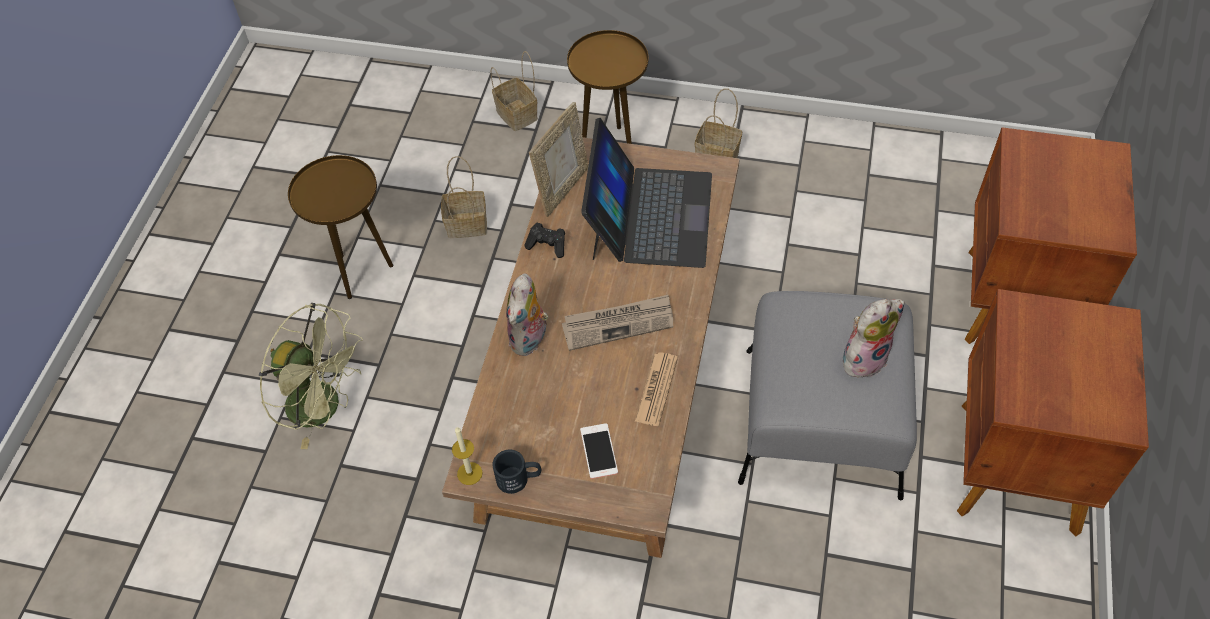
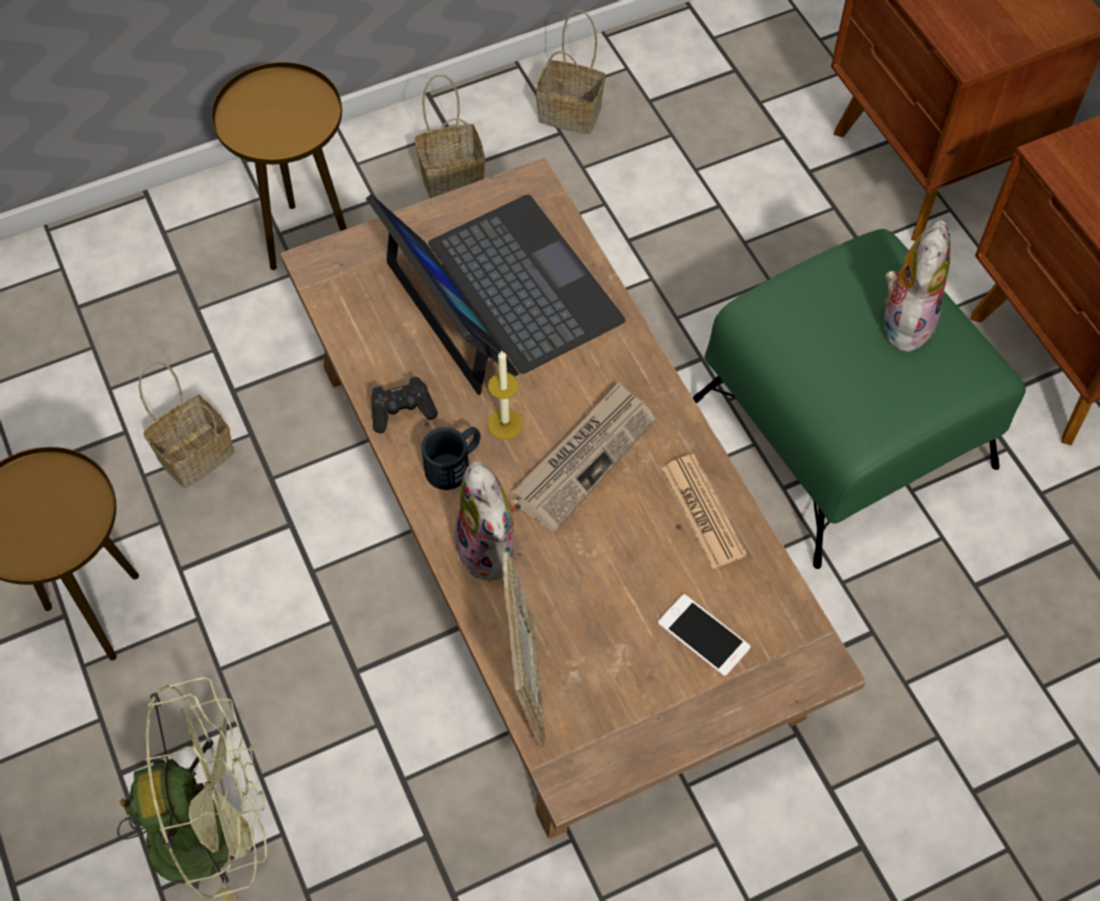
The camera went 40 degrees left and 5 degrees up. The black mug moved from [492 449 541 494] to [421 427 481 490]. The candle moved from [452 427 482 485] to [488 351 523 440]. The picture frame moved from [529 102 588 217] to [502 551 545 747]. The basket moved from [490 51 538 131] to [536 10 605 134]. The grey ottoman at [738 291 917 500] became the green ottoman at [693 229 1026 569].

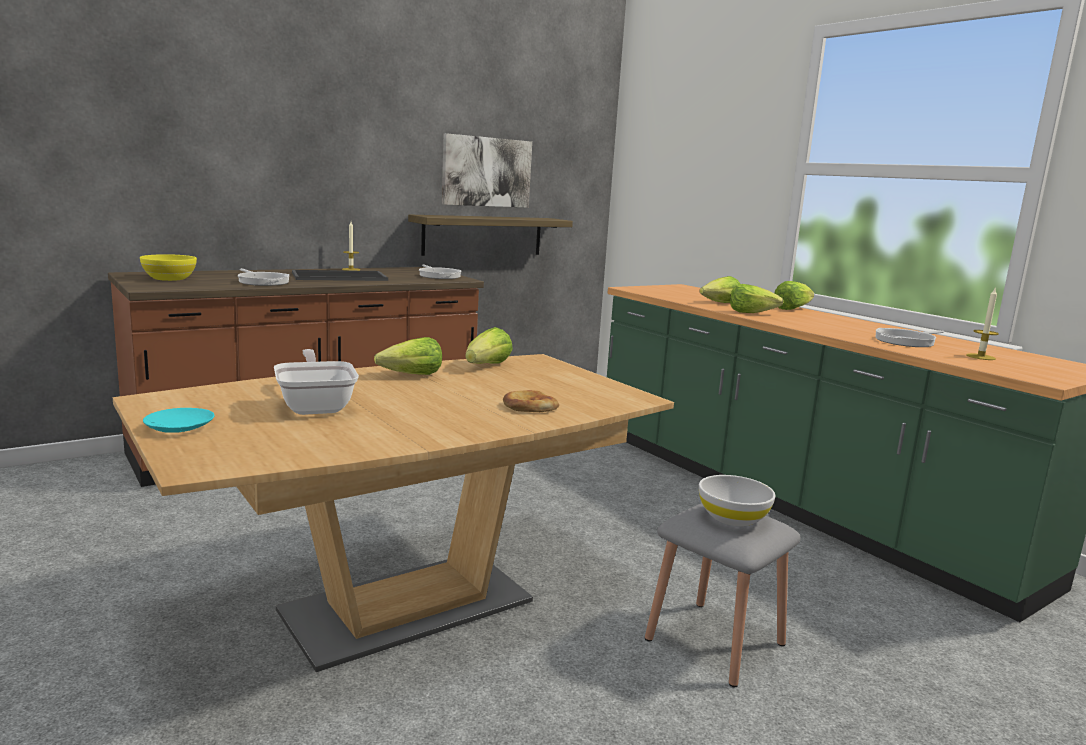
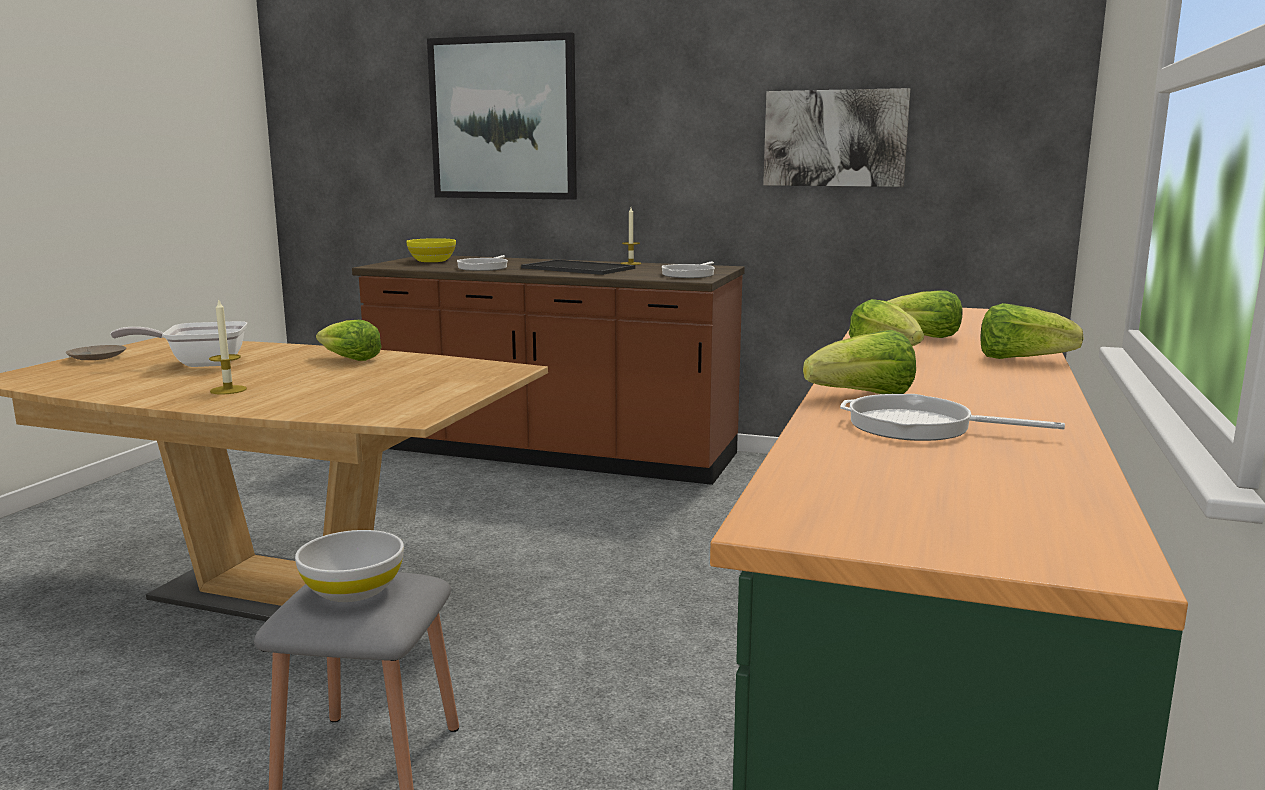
The camera went 55 degrees right and 0 degrees up. The turquoise plate at [143 408 215 433] became the beige plate at [66 345 126 360]. The frying pan at [274 349 359 415] turned 135 degrees counterclockwise. The candle moved from [966 289 999 360] to [209 298 247 394]. The picture at [427 32 577 200] appeared. The lettuce moved from [465 327 513 364] to [803 330 916 394]. The shelf at [408 214 573 256] disappeared. The bread at [503 390 559 412] disappeared.

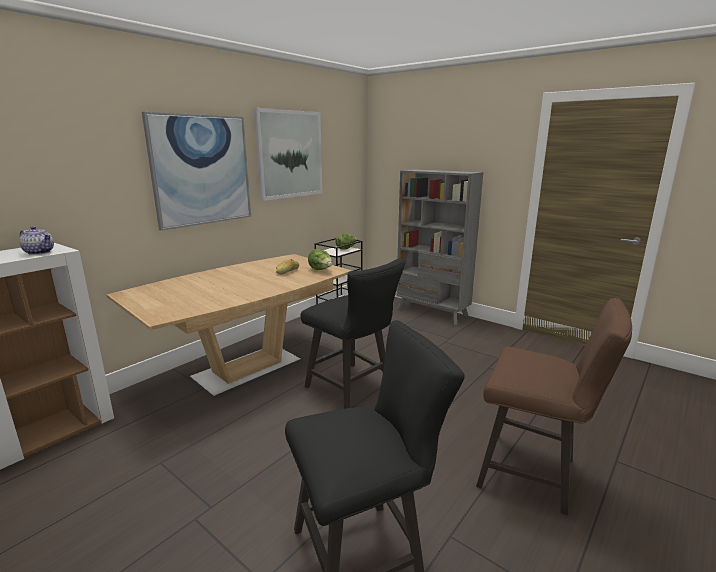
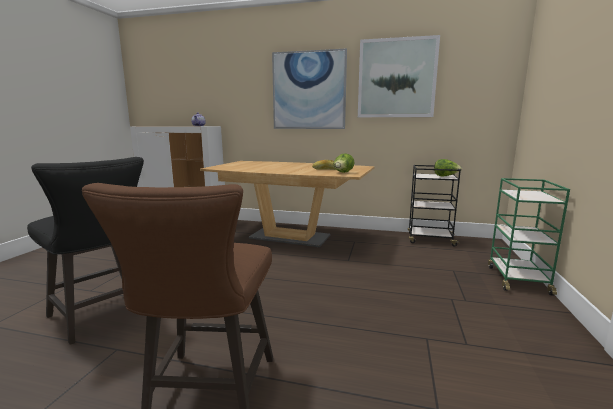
The camera went 65 degrees right and 5 degrees down. The grey bookcase at [396 169 483 325] was replaced by the green cart at [488 178 570 296]. The black stool at [301 258 406 409] disappeared.

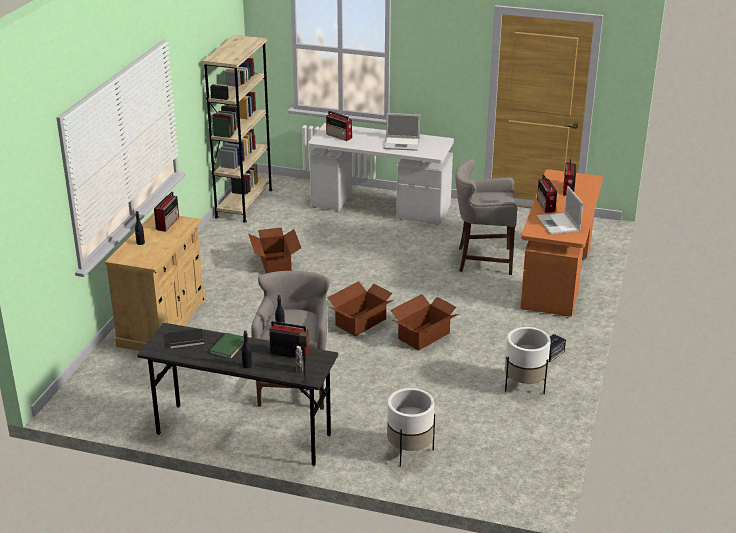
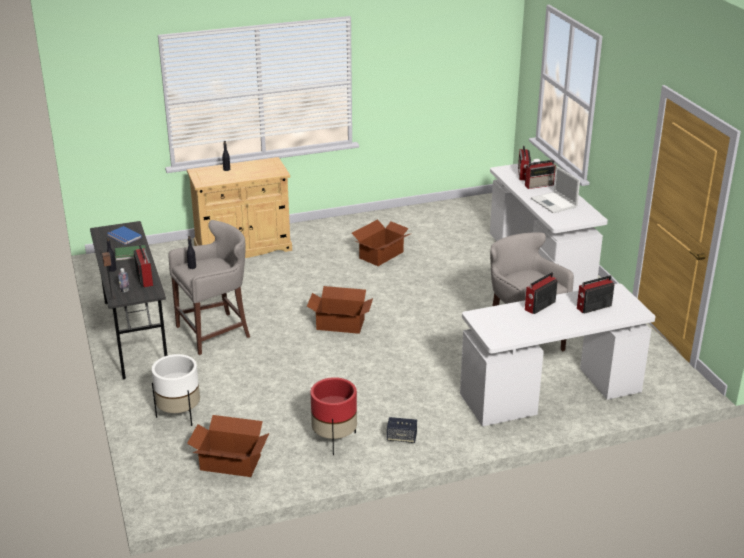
The camera went 55 degrees right and 0 degrees up. The black book at [168 329 205 349] became the blue book at [107 226 142 245]. The cardboard box moved from [391 294 459 351] to [187 415 269 477]. The white planter at [505 327 551 394] became the red planter at [311 377 357 456]. The orange desk at [520 169 603 317] became the white desk at [460 283 655 427]. The radio moved from [154 192 179 232] to [525 160 556 189]. The beige bookcase at [202 35 273 223] disappeared. The laptop at [537 186 583 235] disappeared.

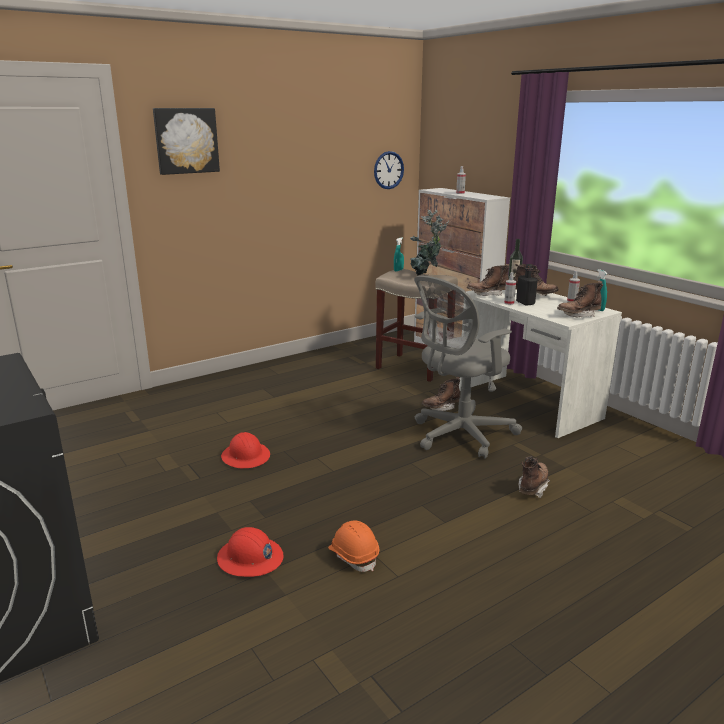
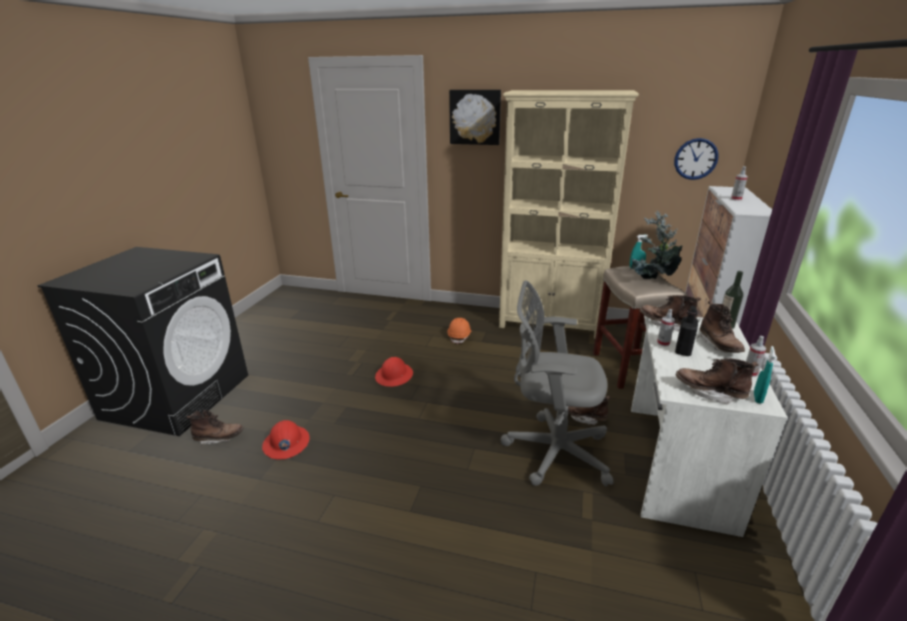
The camera went 50 degrees right and 5 degrees up. The brown boot moved from [519 456 550 498] to [186 410 244 446]. The orange hard hat moved from [328 520 379 572] to [447 318 472 345]. The beige bookcase at [499 90 639 339] appeared.

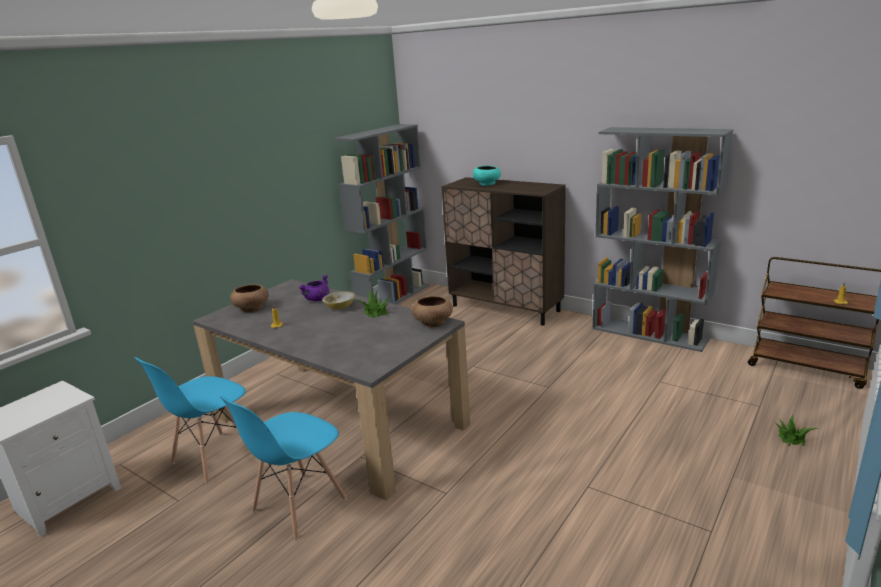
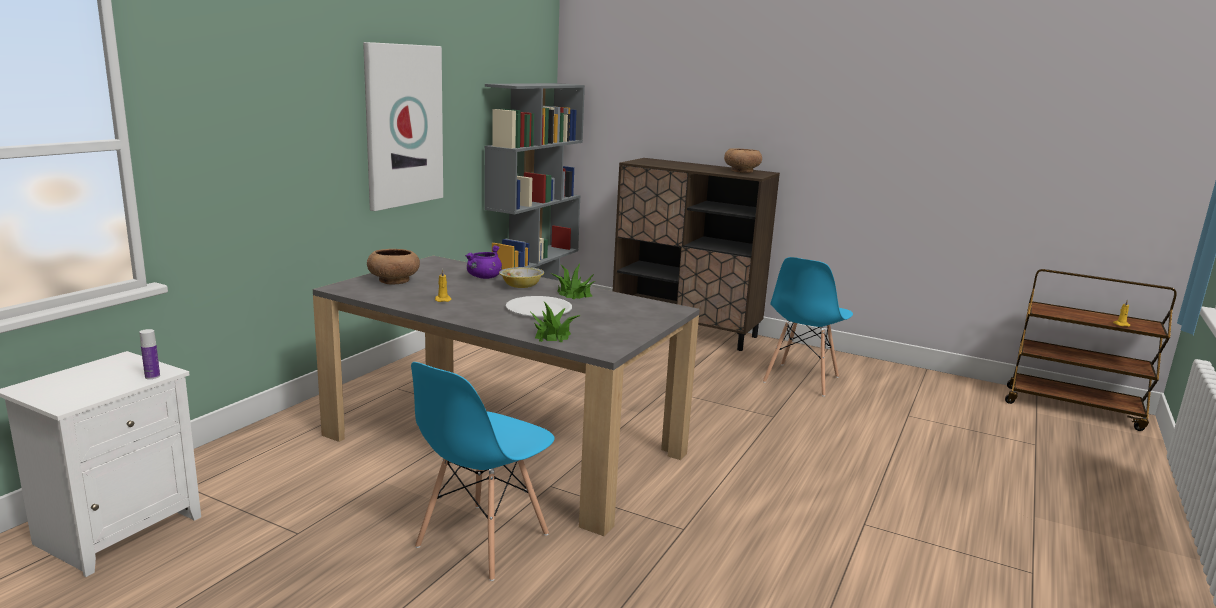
The camera went 10 degrees left and 5 degrees down. The bottle at [139 329 160 379] appeared. The picture at [363 42 443 211] appeared. The white plate at [506 296 572 317] appeared. The potted plant moved from [776 415 818 446] to [529 302 581 342]. The brown bowl moved from [412 296 453 327] to [724 148 762 173]. The blue chair moved from [134 357 246 484] to [763 257 853 397]. The turquoise bowl at [473 165 501 186] disappeared. The grey bookcase at [592 127 733 352] disappeared.

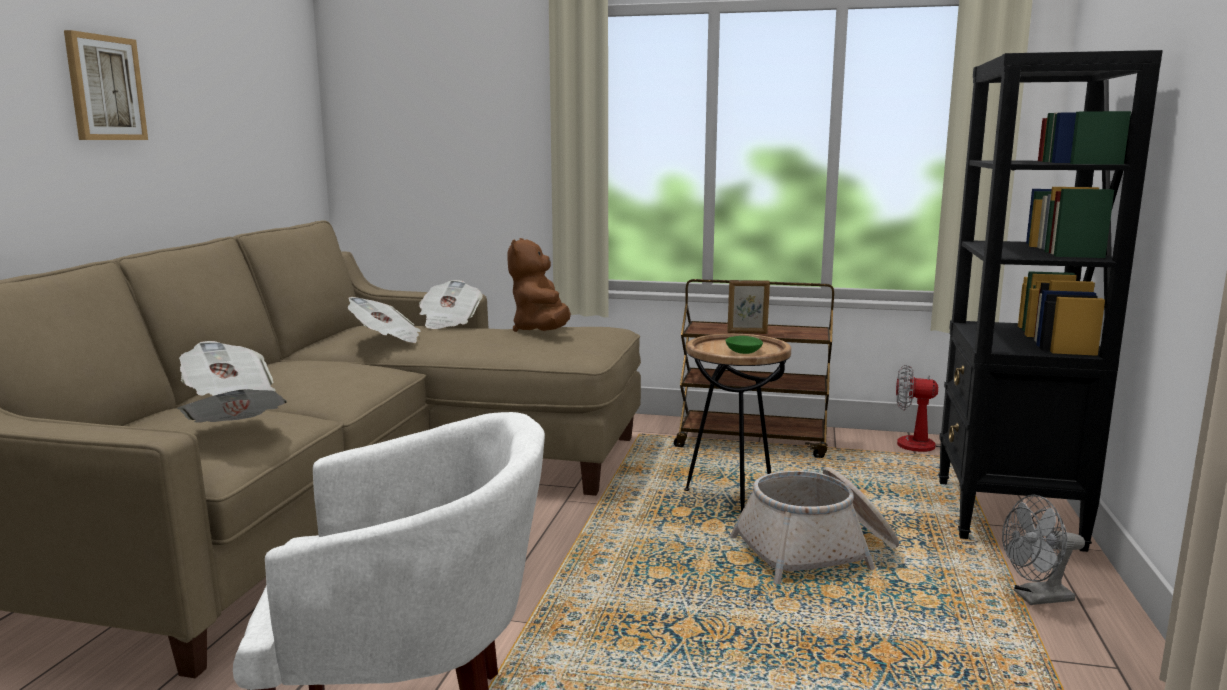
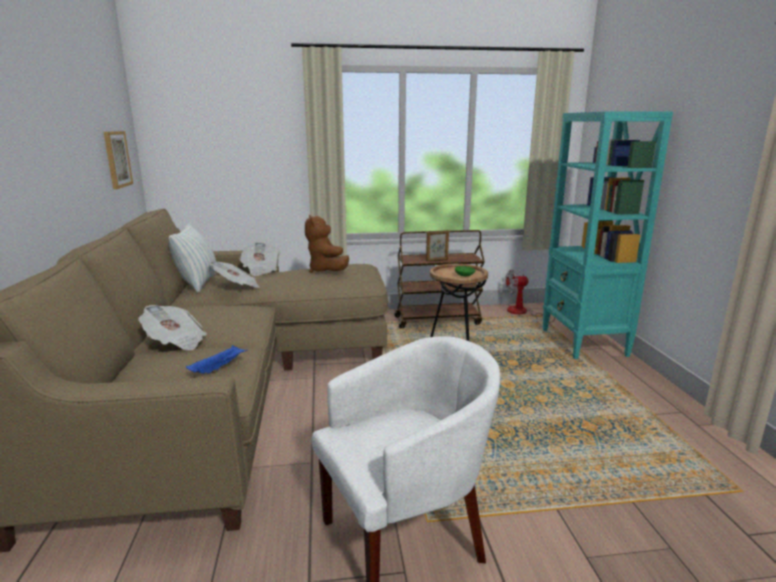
The camera went 20 degrees left and 5 degrees up. The picture moved from [64 30 148 140] to [104 131 133 189]. The pillow at [169 223 216 293] appeared. The newspaper at [177 389 287 423] was replaced by the blue tray at [186 345 247 374]. The black bookcase at [938 50 1163 552] became the turquoise bookcase at [542 111 673 359]. The basket at [730 467 899 585] disappeared. The grey fan at [1002 495 1085 605] disappeared.

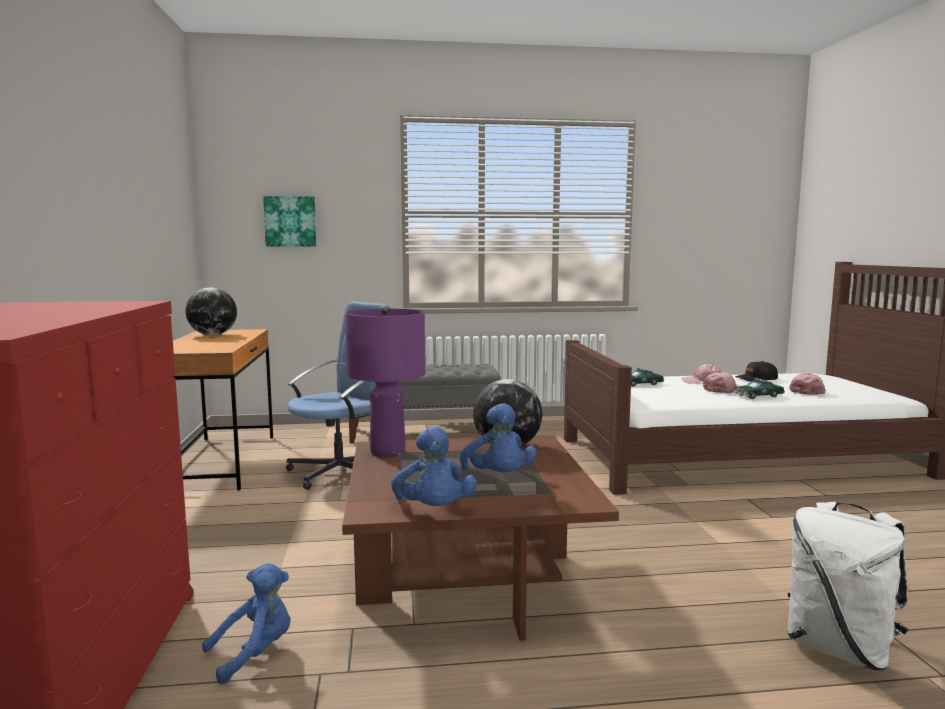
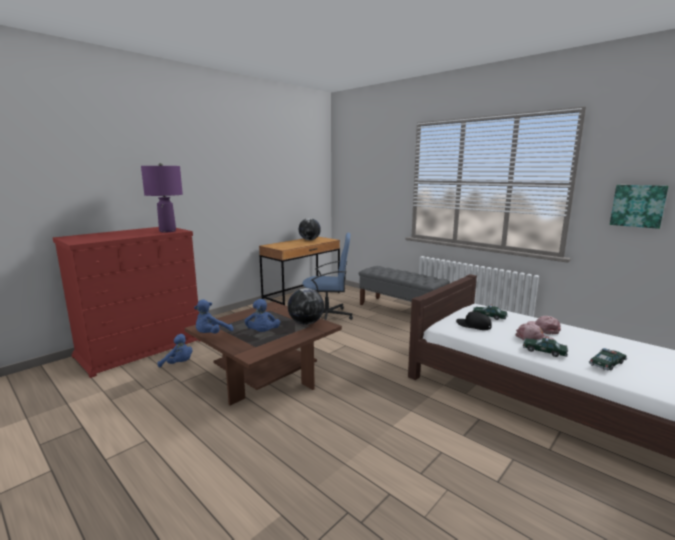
The camera went 50 degrees right and 5 degrees up. The purple table lamp moved from [345 306 425 457] to [141 163 183 232]. The blue plush toy at [460 403 537 473] turned 45 degrees counterclockwise. The black cap moved from [735 361 778 382] to [456 312 492 330]. The pink cap at [789 373 826 395] was replaced by the toy car at [589 348 627 370]. The picture moved from [263 196 316 247] to [610 185 669 229]. The white backpack at [787 502 909 670] disappeared.

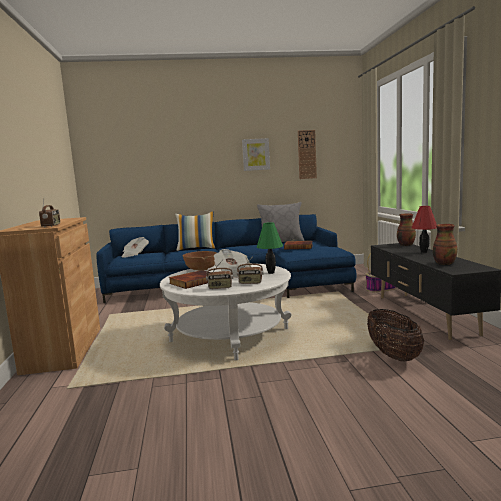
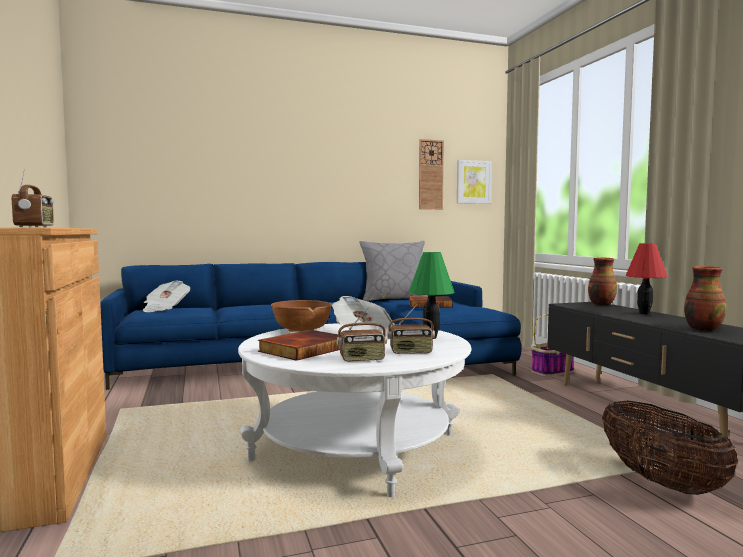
The camera went 10 degrees left and 5 degrees down. The picture moved from [242 138 270 171] to [457 160 492 204]. The pillow at [175 211 215 251] disappeared.

